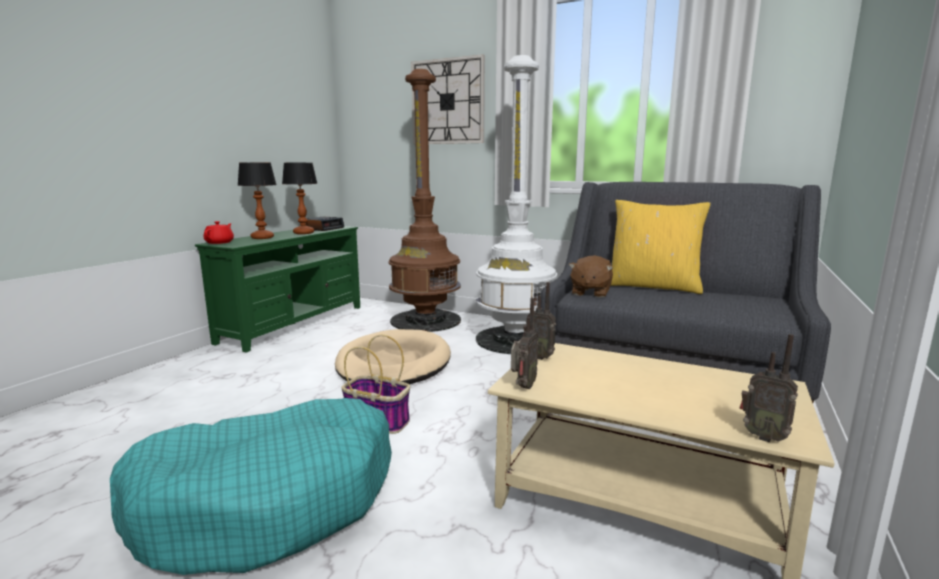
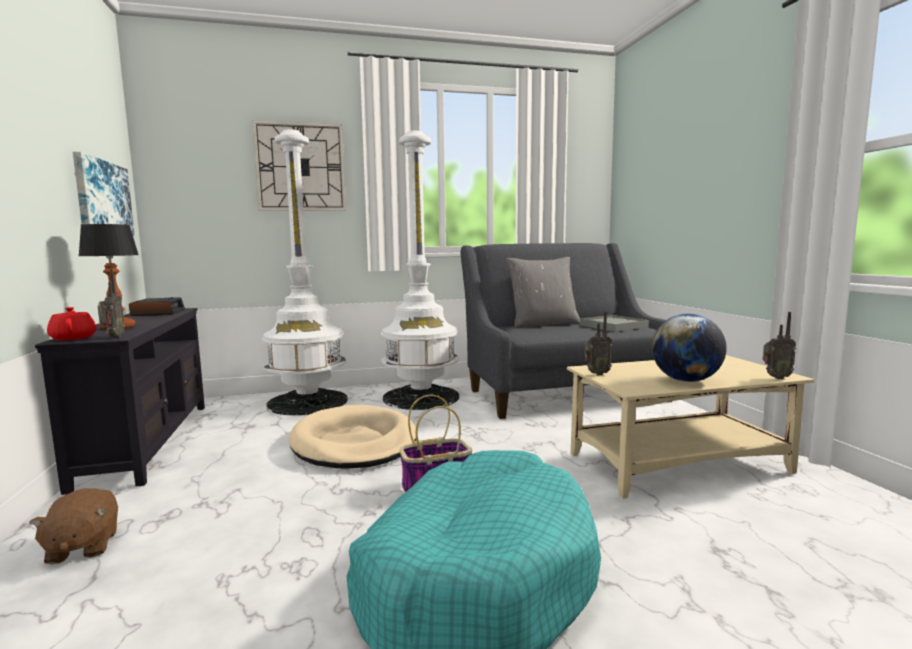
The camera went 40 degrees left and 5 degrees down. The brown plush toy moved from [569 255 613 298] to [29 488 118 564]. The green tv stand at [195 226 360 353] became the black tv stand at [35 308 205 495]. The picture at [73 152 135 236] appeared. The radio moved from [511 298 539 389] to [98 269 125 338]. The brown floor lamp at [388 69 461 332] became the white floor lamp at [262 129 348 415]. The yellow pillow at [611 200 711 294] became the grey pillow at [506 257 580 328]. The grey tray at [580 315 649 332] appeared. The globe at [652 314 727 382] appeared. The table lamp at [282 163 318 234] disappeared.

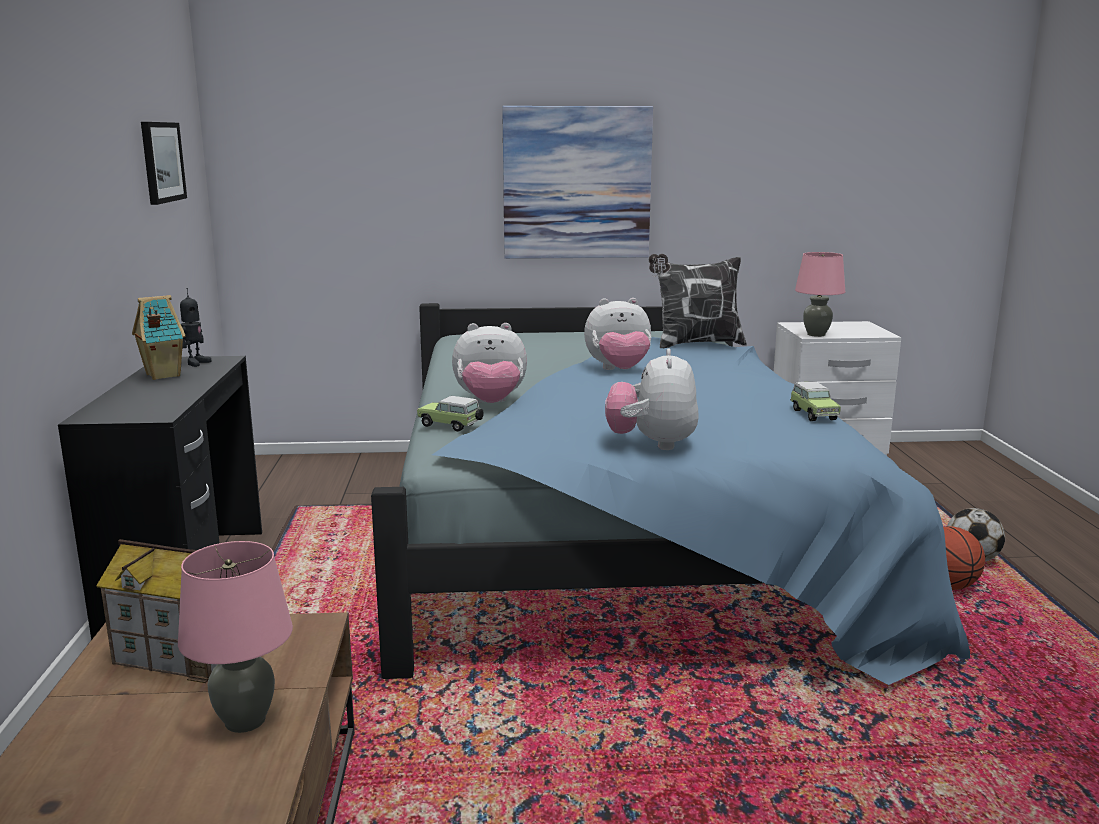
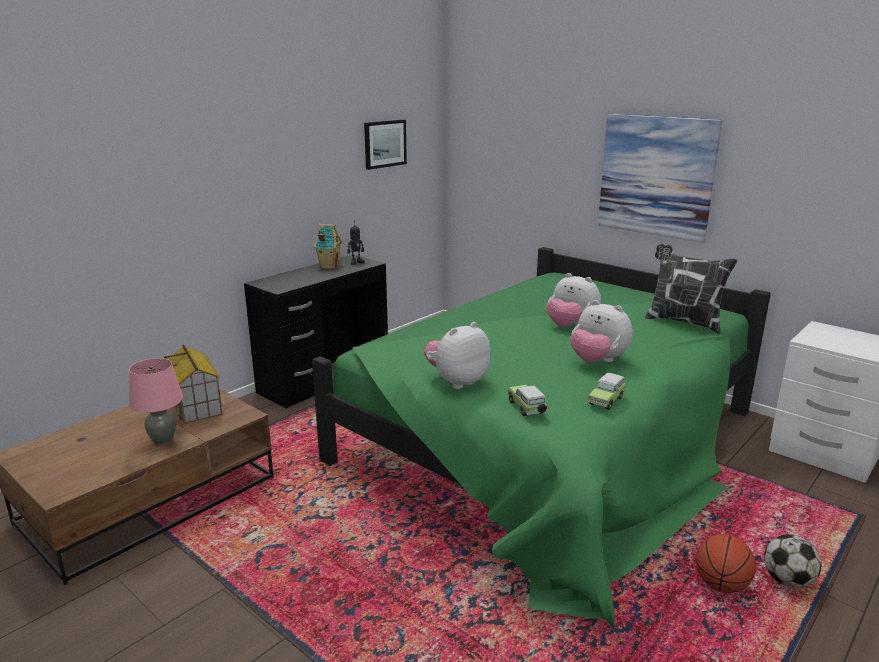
The camera went 45 degrees right and 5 degrees up. The blue bed at [371 303 970 685] became the green bed at [312 247 771 629]. The toy car moved from [417 396 484 432] to [508 385 547 416]. The plush toy moved from [452 323 527 403] to [570 300 633 362]. The pink table lamp at [795 252 845 337] disappeared.

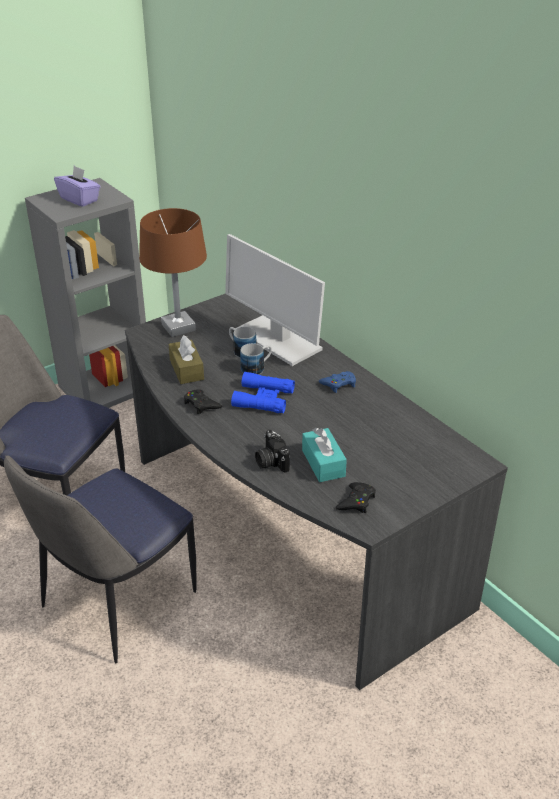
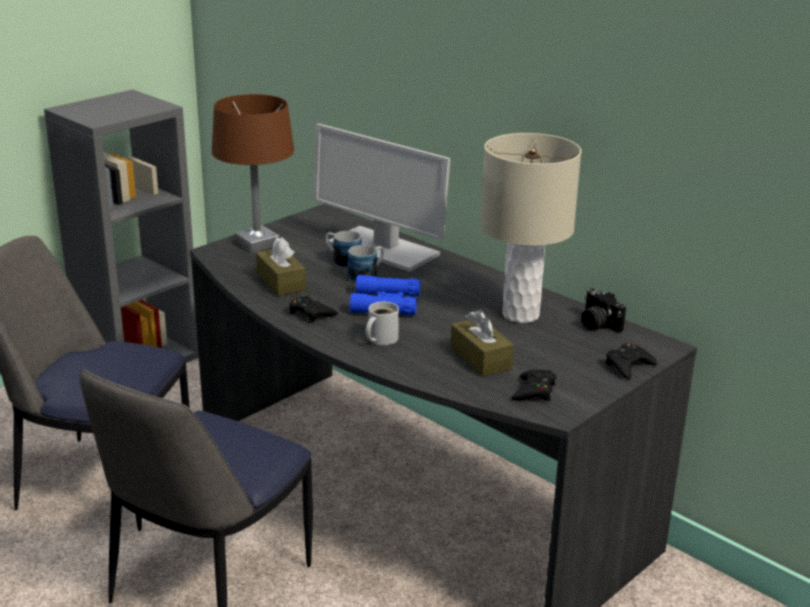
The camera went 10 degrees left and 10 degrees down. The white mug at [366 302 399 345] appeared. The turquoise tissue box at [302 428 347 482] became the brown tissue box at [451 309 514 376]. The beige table lamp at [480 133 581 323] appeared. The photo camera moved from [255 430 290 473] to [581 289 626 332]. The black game controller at [605 343 657 380] appeared. The purple tissue box at [54 166 101 207] disappeared. The blue game controller at [319 371 356 393] disappeared.

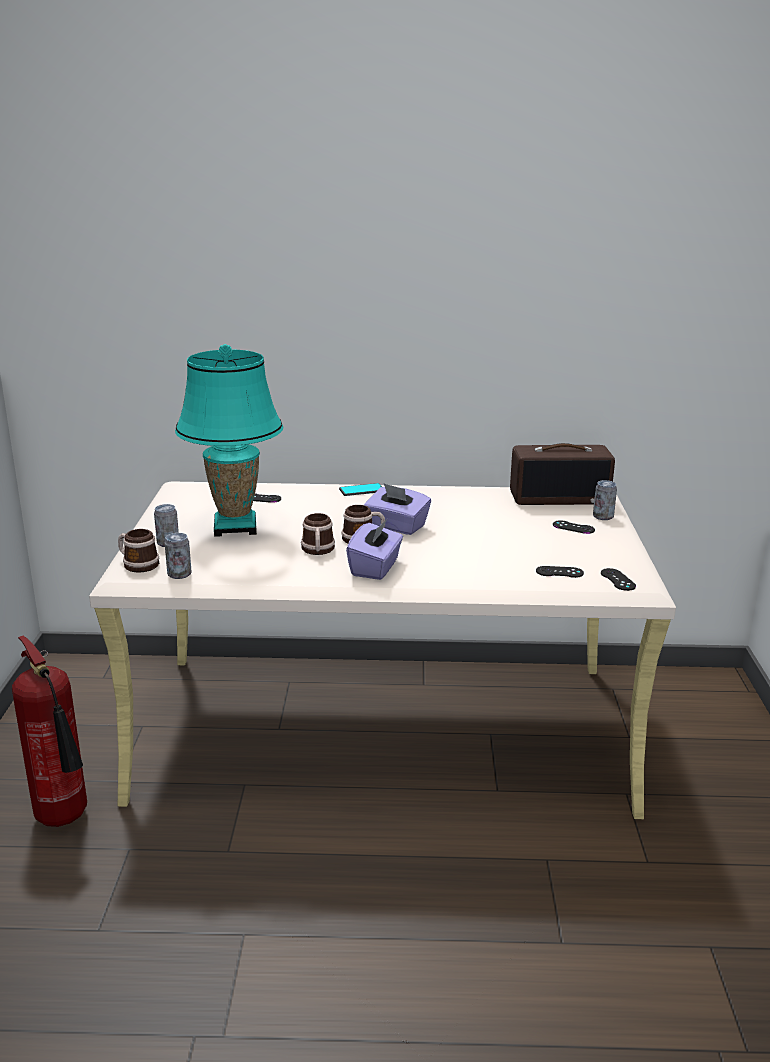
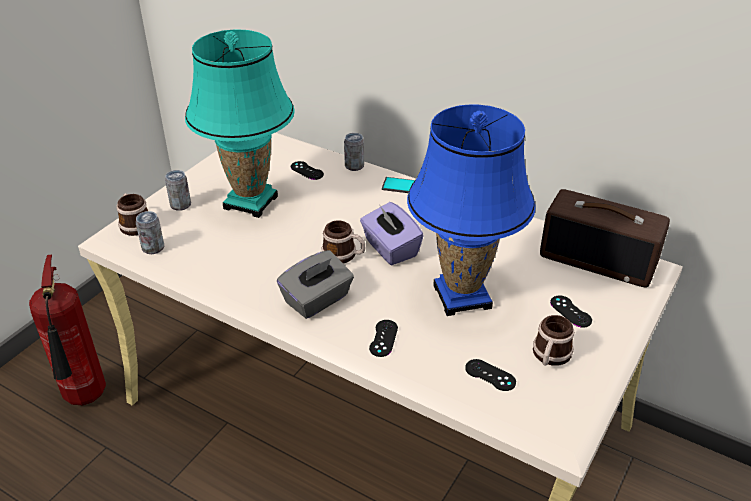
The camera went 30 degrees right and 15 degrees up. The purple tissue box at [346 518 403 580] became the grey tissue box at [277 250 354 319]. The can moved from [593 480 617 520] to [344 133 364 171]. The black game controller moved from [601 568 636 591] to [369 320 398 357]. The blue table lamp at [407 104 536 316] appeared. The mug moved from [301 513 335 555] to [533 315 574 366].

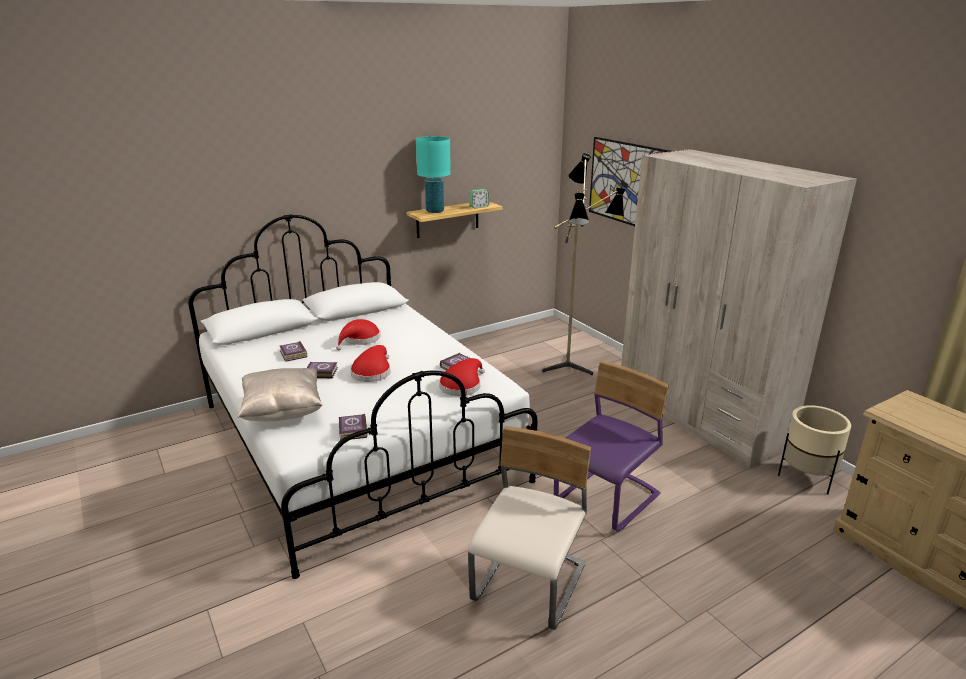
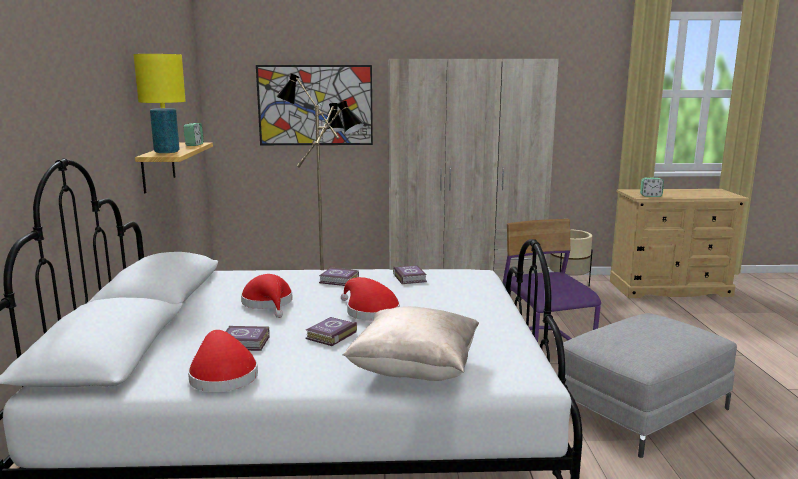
The camera went 60 degrees left and 10 degrees down. The turquoise table lamp at [416 136 451 213] became the yellow table lamp at [133 54 186 153]. The red hat moved from [439 358 485 396] to [188 330 258 392]. The book moved from [339 413 368 440] to [319 267 359 286]. The beige chair at [468 426 591 630] was replaced by the grey ottoman at [557 313 737 458]. The alarm clock at [640 178 664 197] appeared.

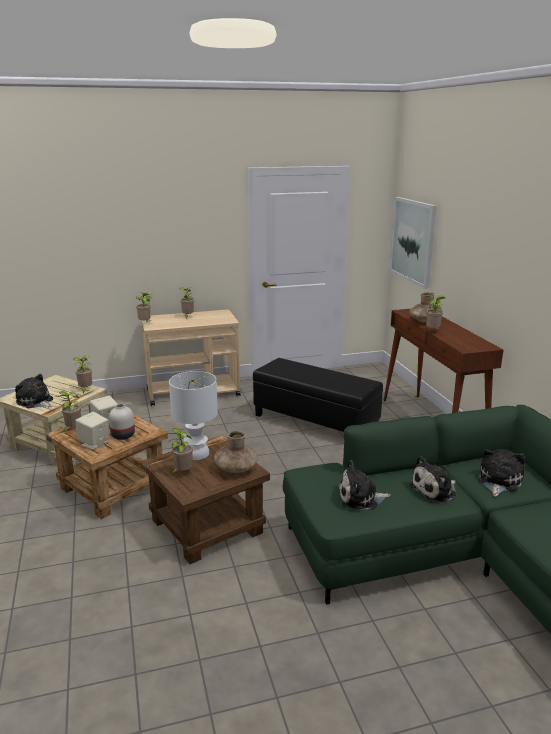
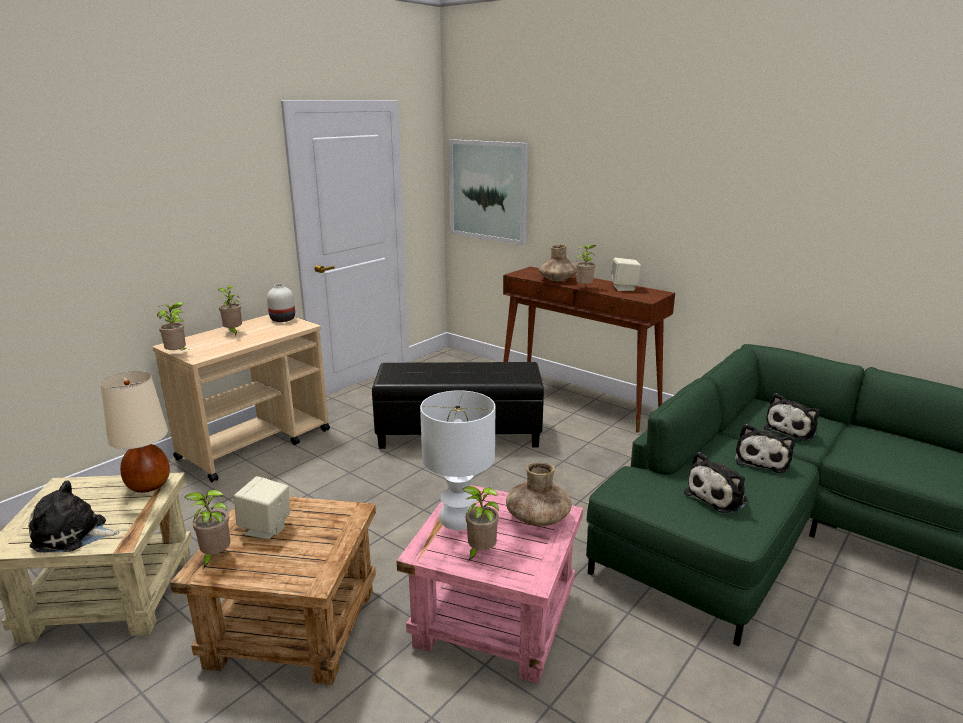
The camera went 35 degrees left and 0 degrees up. The potted plant at [73 356 92 393] was replaced by the beige table lamp at [100 371 170 493]. The white vase moved from [109 404 135 440] to [267 284 295 322]. The brown side table at [141 436 270 564] became the pink side table at [397 485 583 684]. The beige speaker moved from [75 412 109 450] to [610 258 641 291]. The plush toy at [479 449 525 497] turned 135 degrees counterclockwise.

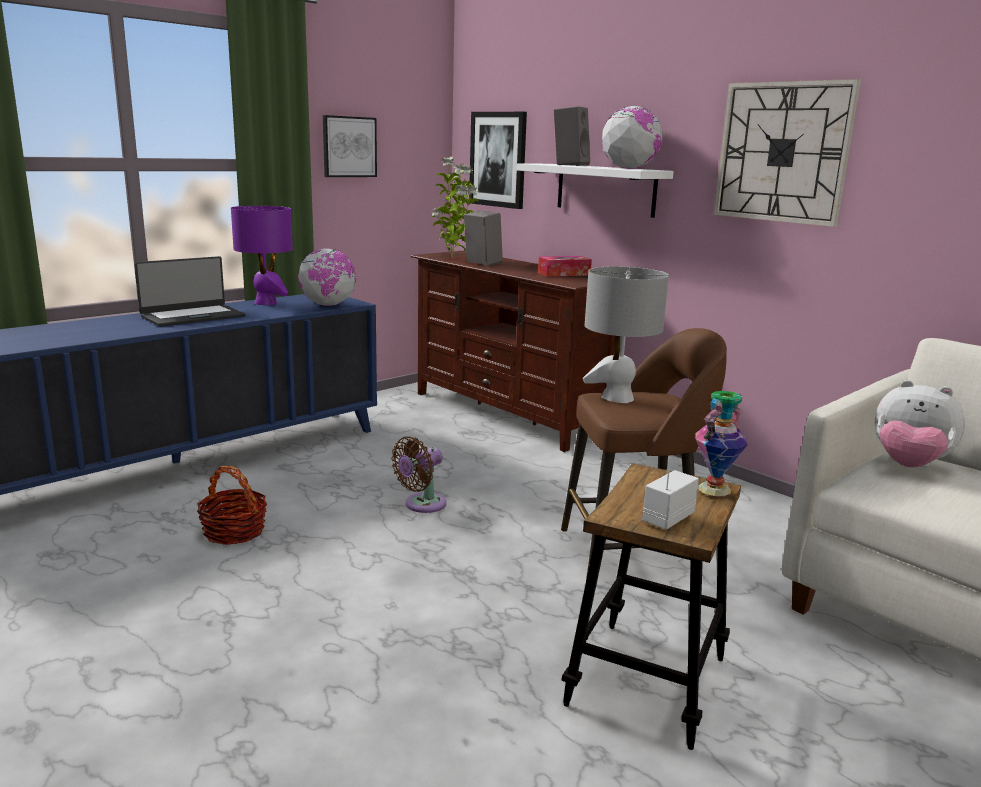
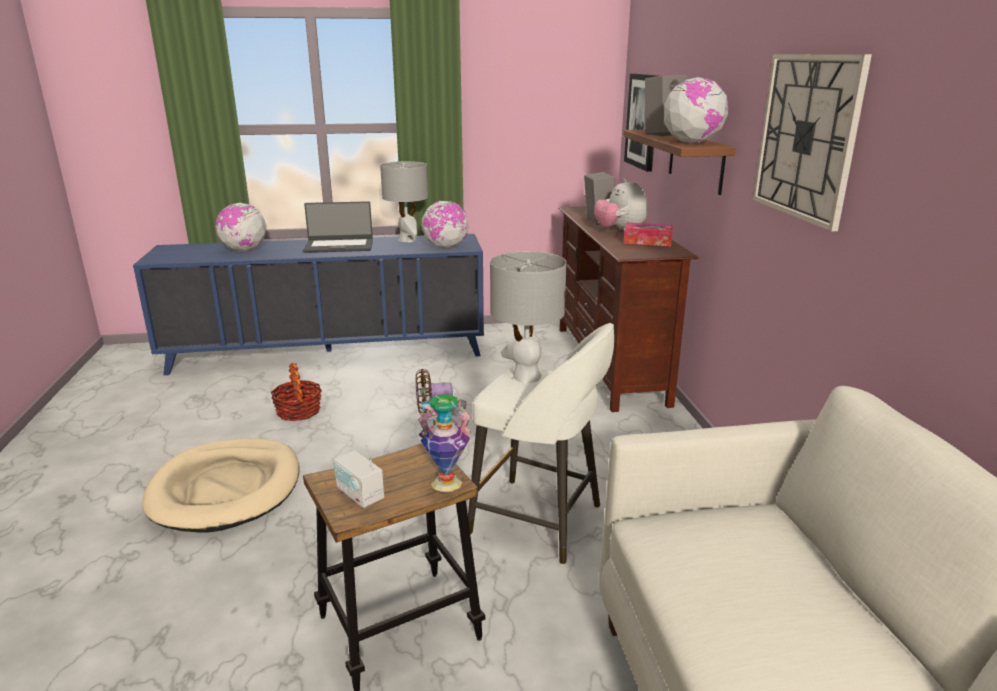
The camera went 35 degrees right and 5 degrees up. The beige dog bed at [142 438 299 532] appeared. The globe at [215 203 266 252] appeared. The radio at [642 458 699 530] turned 120 degrees counterclockwise. The purple table lamp at [231 206 293 305] became the grey table lamp at [380 161 428 242]. The brown stool at [561 328 727 580] became the white stool at [468 323 614 564]. The plush toy moved from [875 380 965 467] to [594 179 648 230]. The white shelf at [517 163 674 218] became the brown shelf at [623 130 736 195]. The picture at [323 115 377 177] disappeared. The potted plant at [431 157 480 258] disappeared.

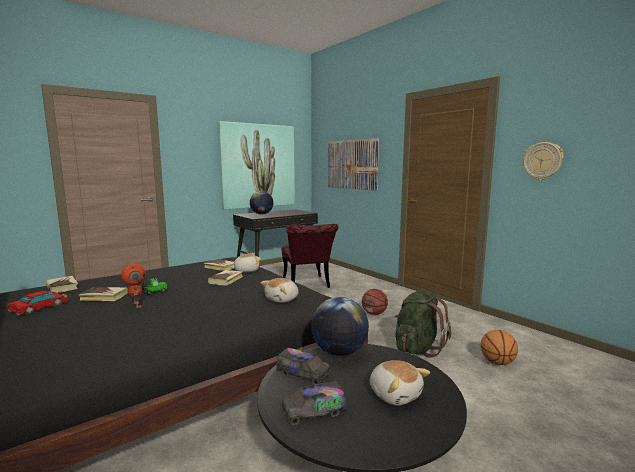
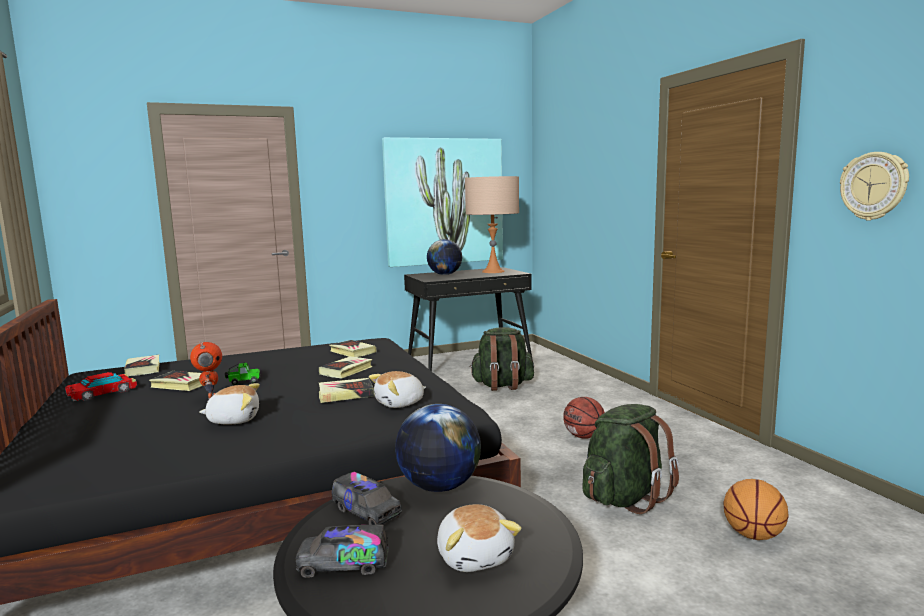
The camera went 15 degrees right and 0 degrees up. The plush toy moved from [231 253 261 272] to [199 383 260 425]. The book at [319 378 374 403] appeared. The beige table lamp at [465 176 519 273] appeared. The red chair at [282 224 339 288] was replaced by the green backpack at [470 327 534 391]. The picture at [328 138 379 191] disappeared.

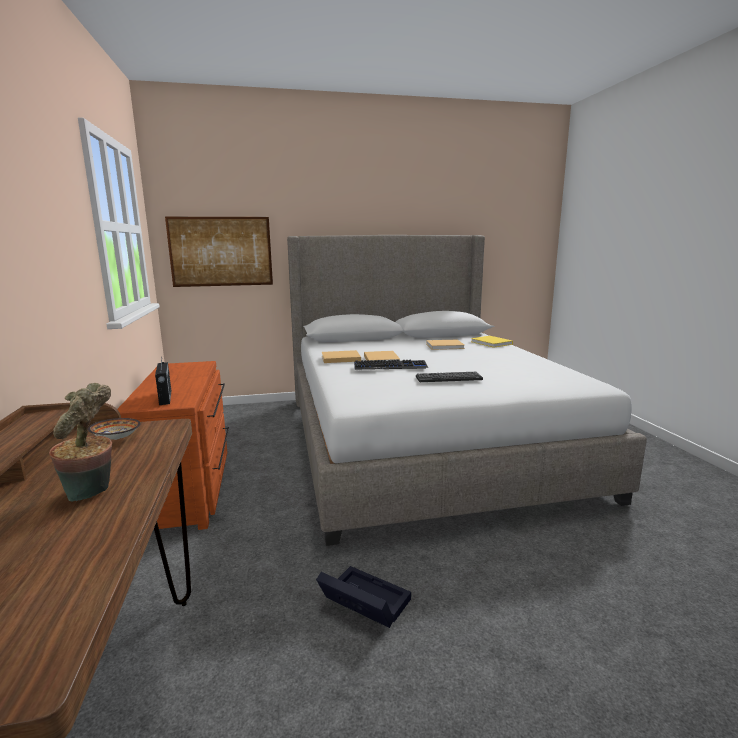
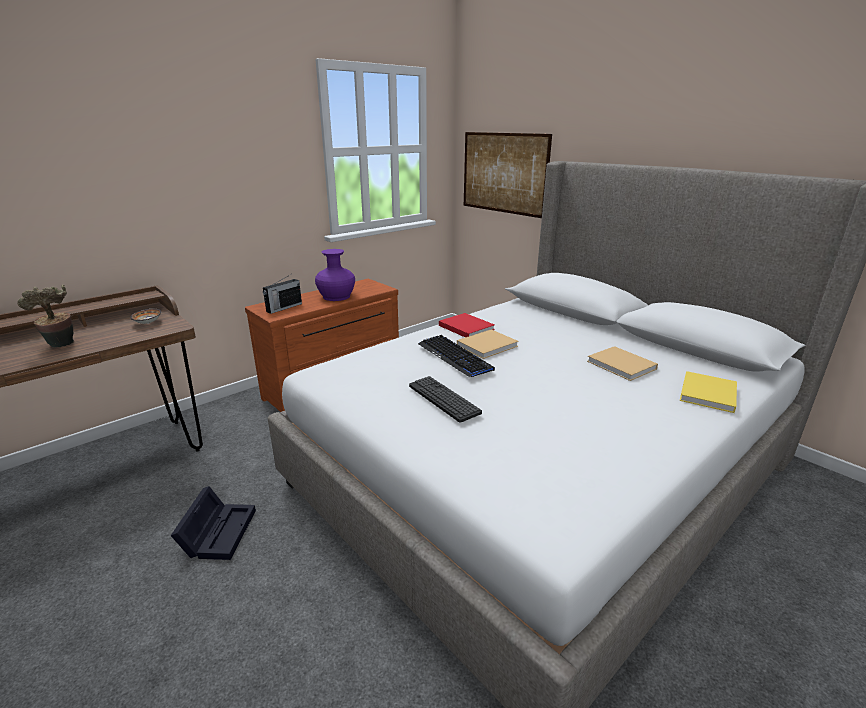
The camera went 60 degrees right and 10 degrees up. The purple vase at [315 249 355 301] appeared. The beige book at [322 350 361 363] became the red book at [439 313 495 337].

